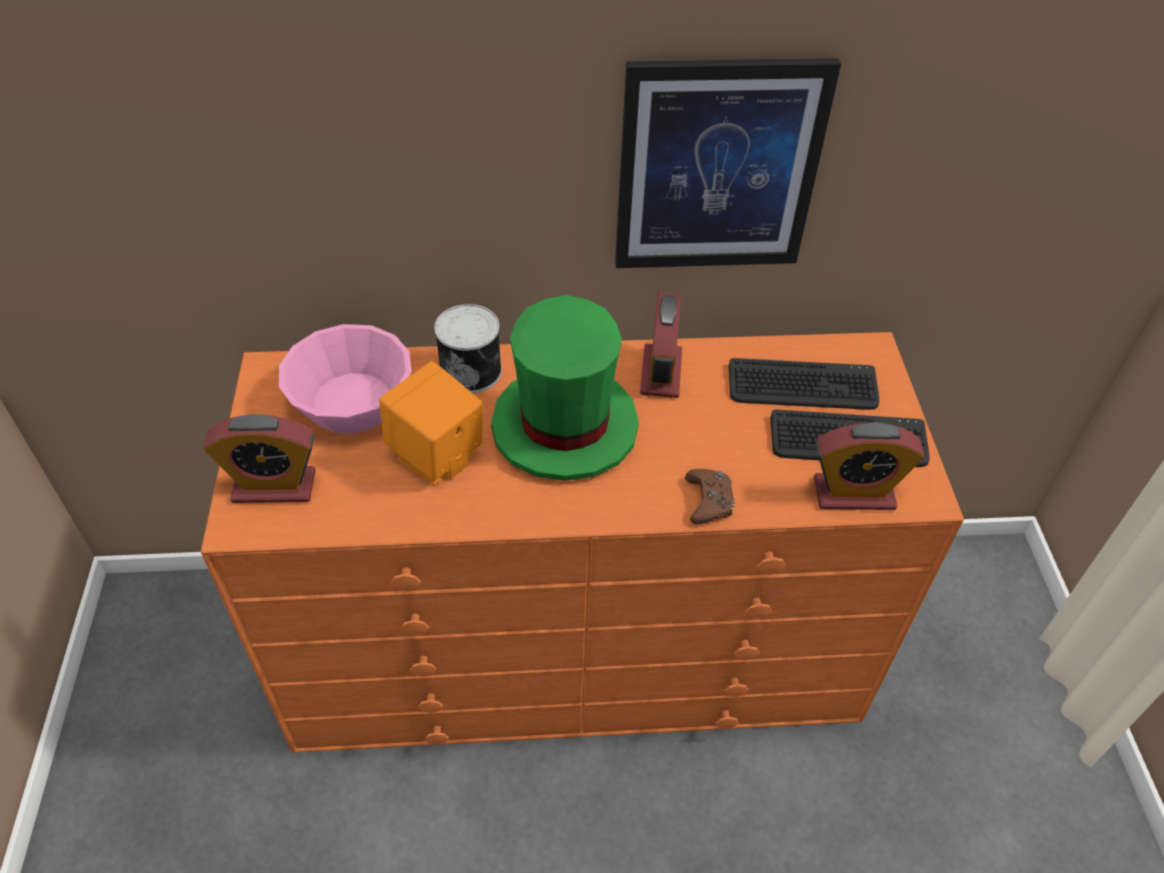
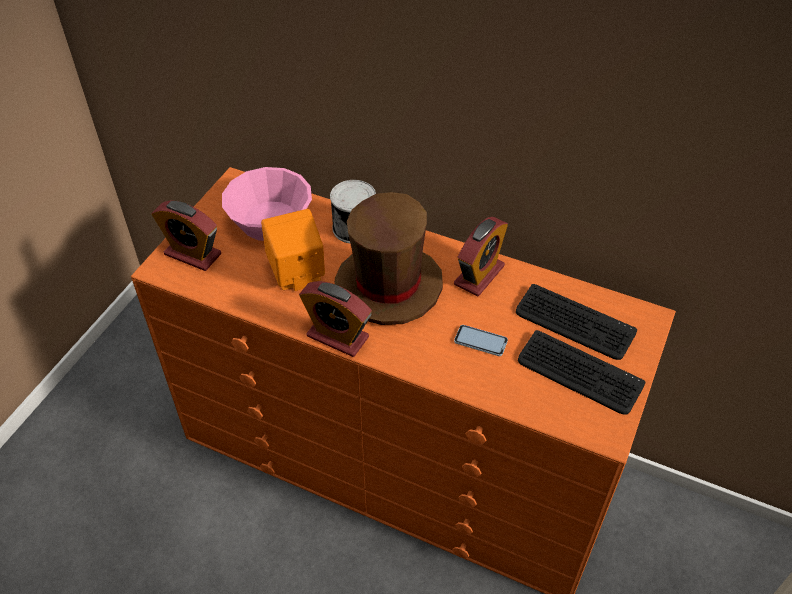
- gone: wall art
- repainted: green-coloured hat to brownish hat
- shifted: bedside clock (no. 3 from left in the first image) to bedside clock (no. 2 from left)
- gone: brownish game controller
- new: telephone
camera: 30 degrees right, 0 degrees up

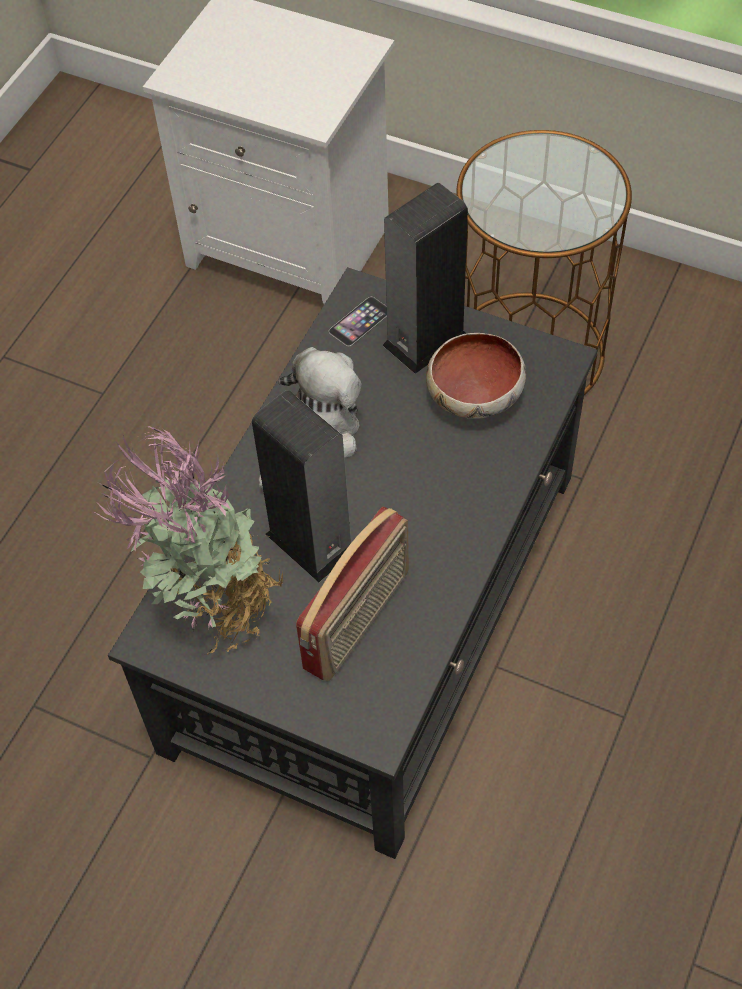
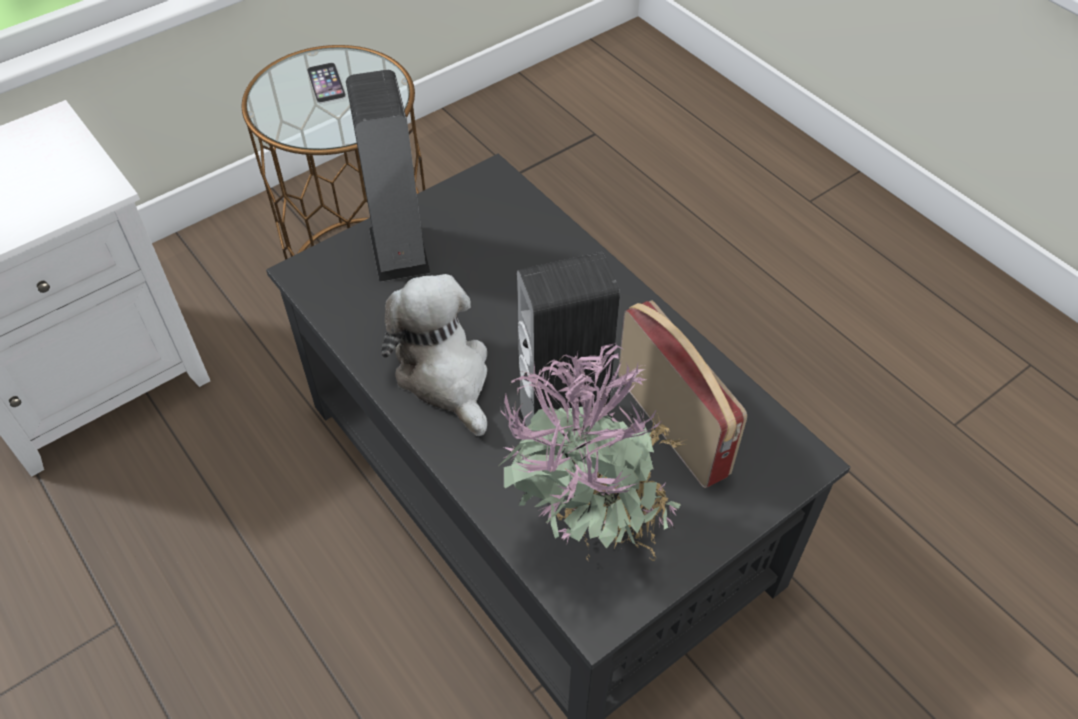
- shifted: telephone
- gone: bowl
camera: 65 degrees left, 5 degrees down

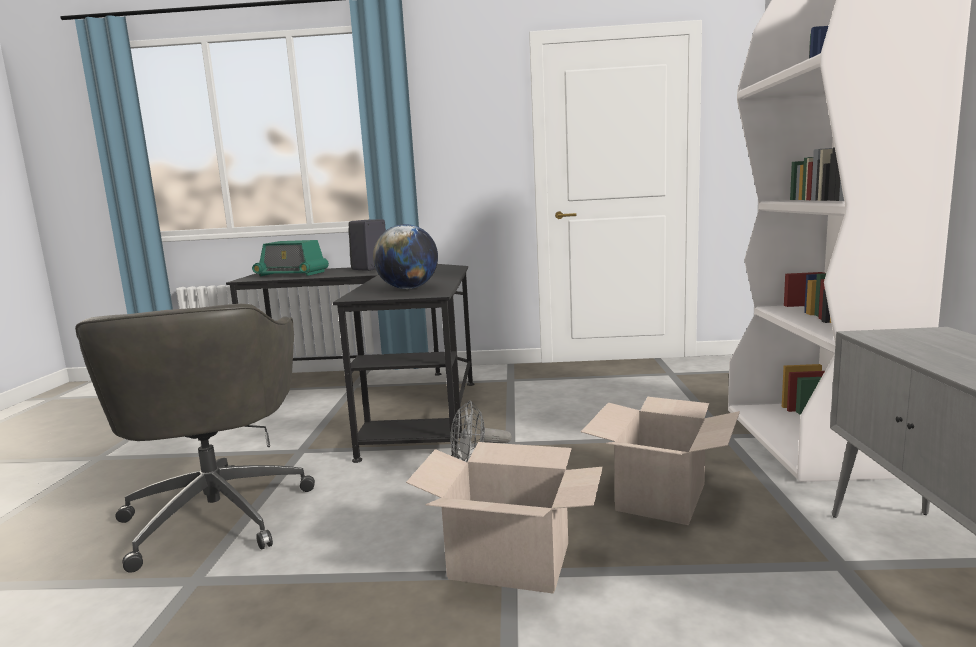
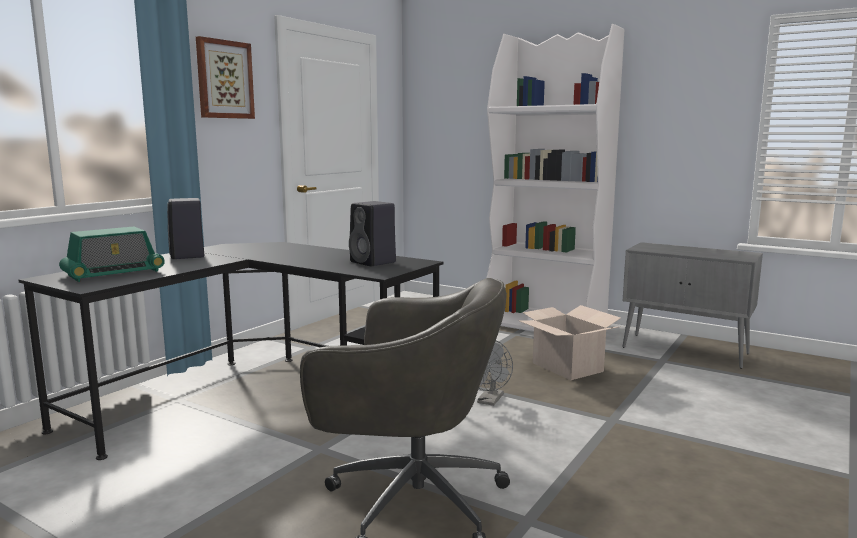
- swapped: desk globe to black loudspeaker (no. 2 from left)
- gone: packing box (no. 1 from left)
- new: wall art
camera: 60 degrees left, 0 degrees up

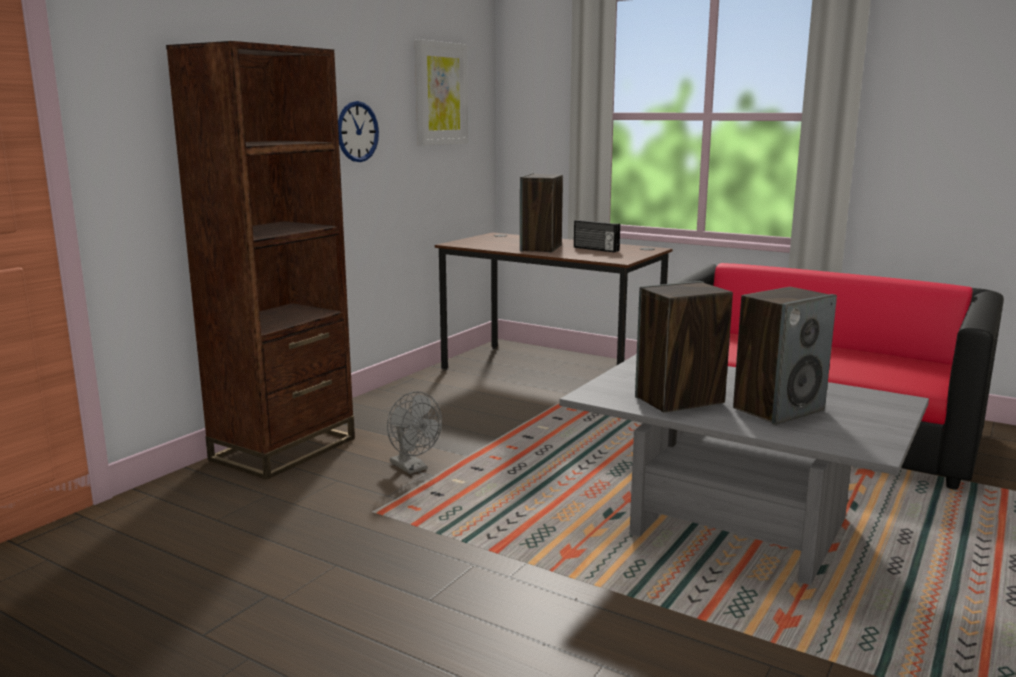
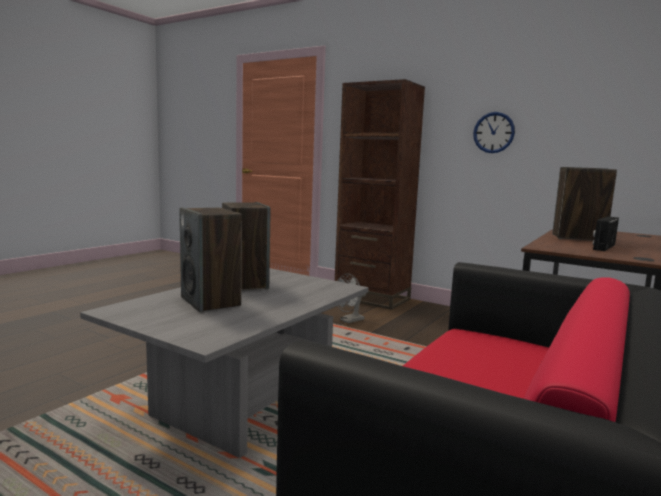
- gone: wall art
camera: 90 degrees right, 5 degrees down

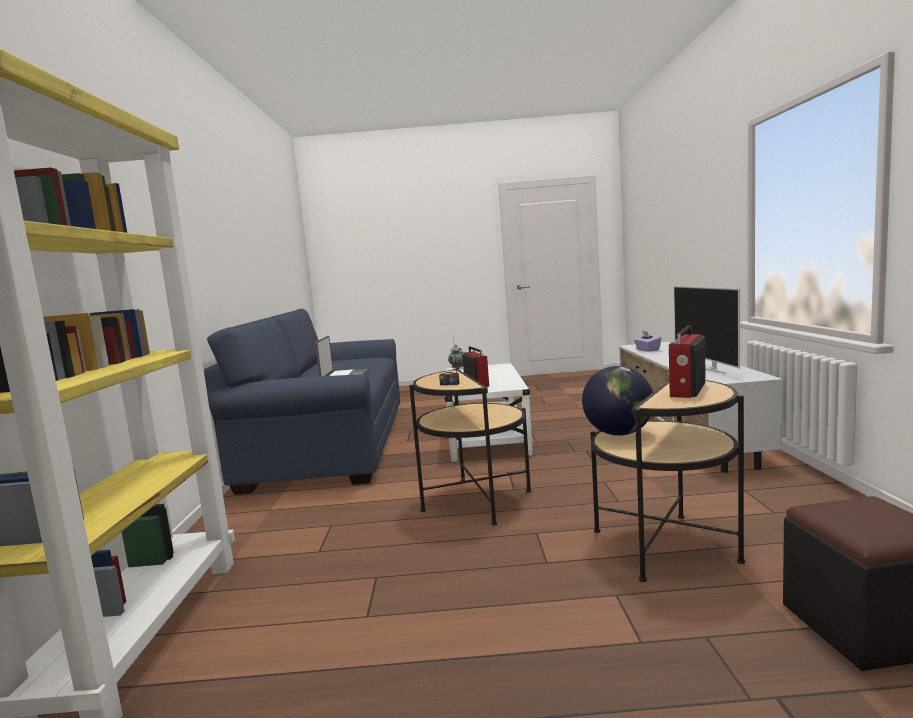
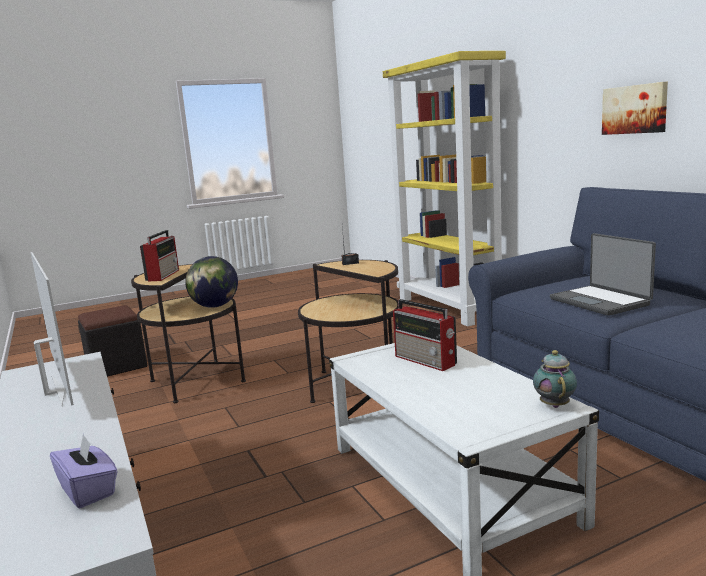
- new: wall art
camera: 155 degrees right, 5 degrees up

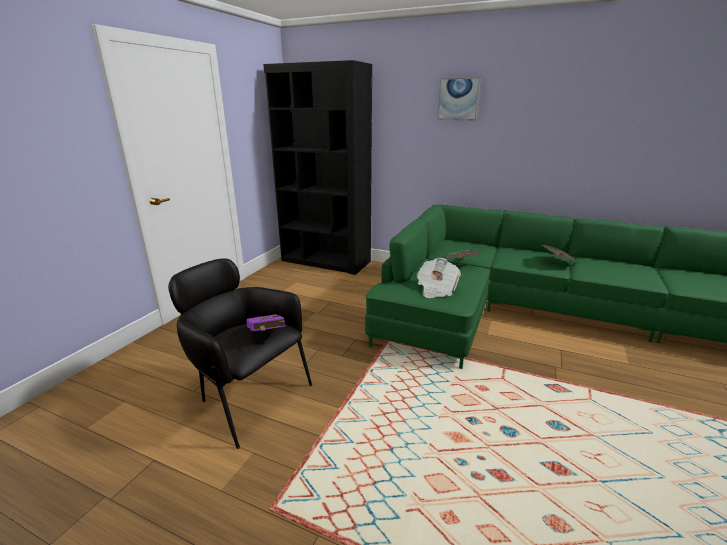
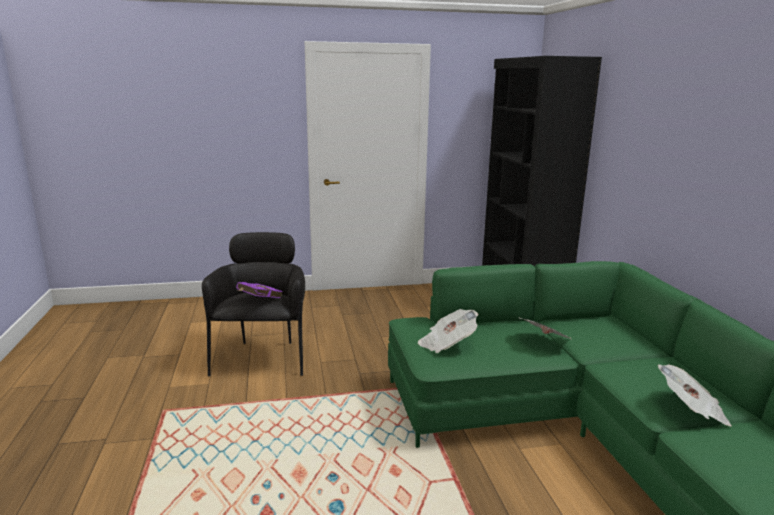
- gone: wall art
camera: 55 degrees right, 5 degrees down

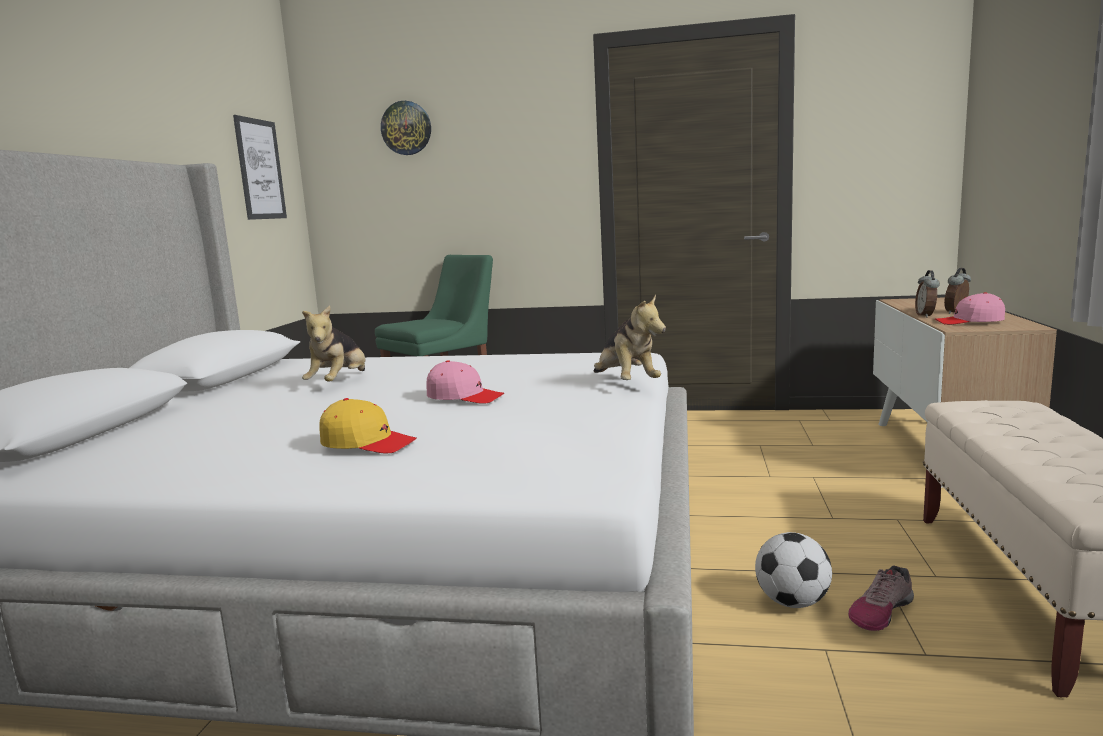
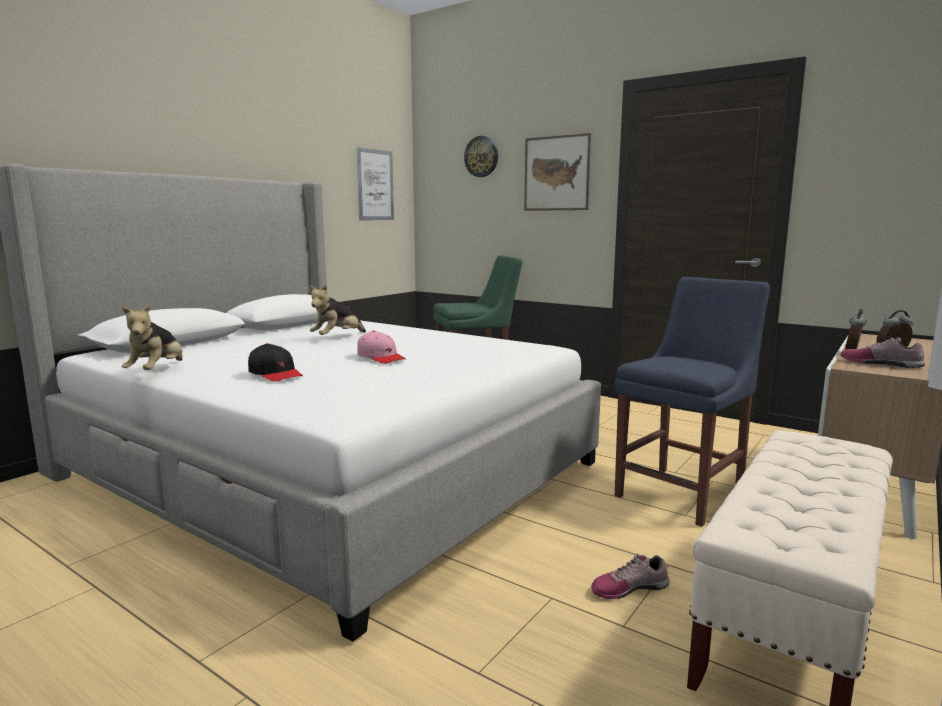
- swapped: pinkish cap (no. 2 from left) to shoe (no. 2 from left)
- shifted: plush toy (no. 2 from left in the first image) to plush toy (no. 1 from left)
- repainted: yellow cap to black cap
- gone: football ball
- new: wall art (no. 2 from left)
- new: bluish upright chair
camera: 25 degrees right, 0 degrees up

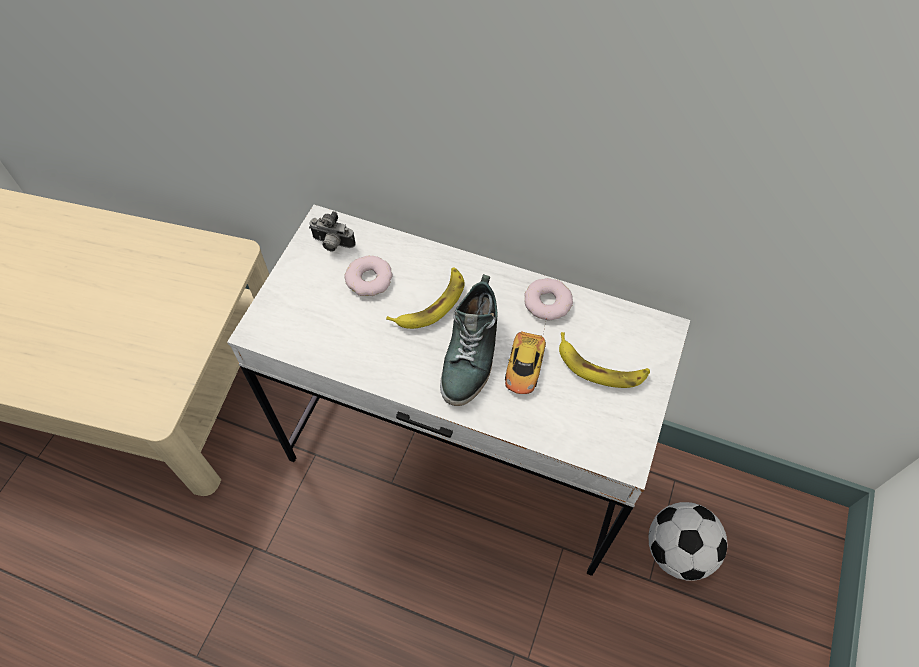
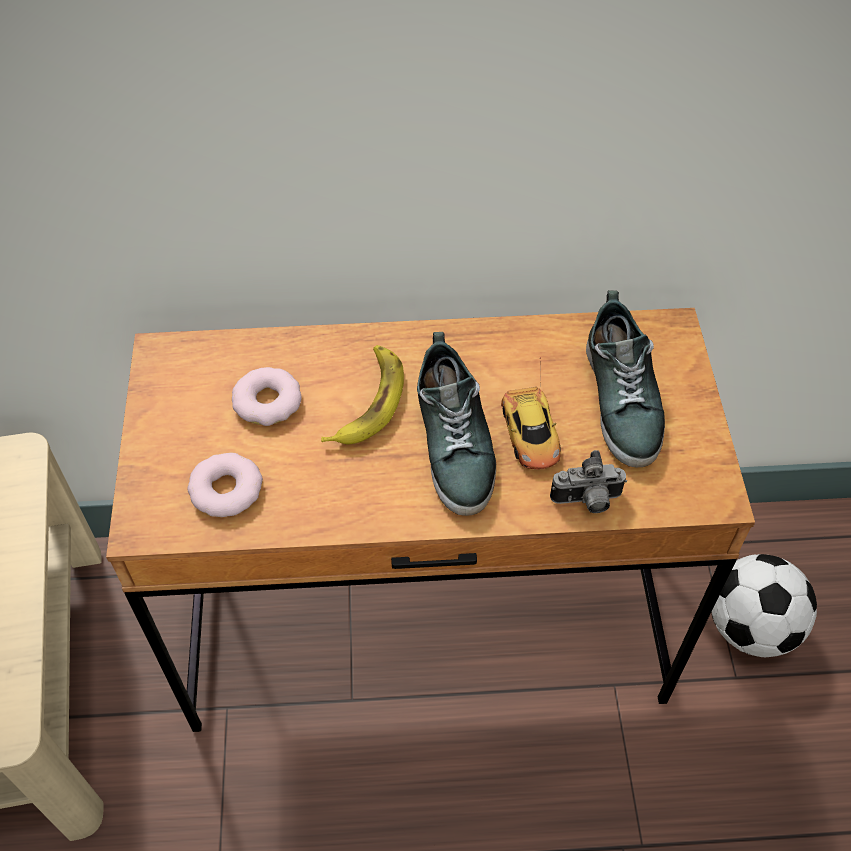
- repainted: white-coloured desk to brownish desk
- shifted: photo camera
- shifted: donut (no. 2 from left in the first image) to donut (no. 1 from left)
- swapped: banana fruit (no. 2 from left) to shoe (no. 2 from left)
camera: 25 degrees left, 5 degrees down

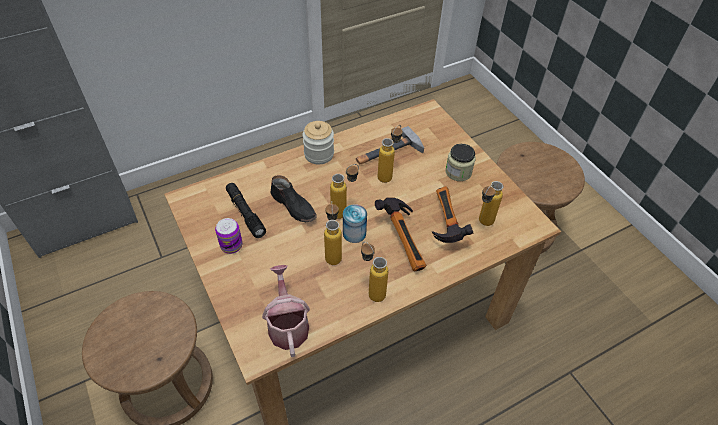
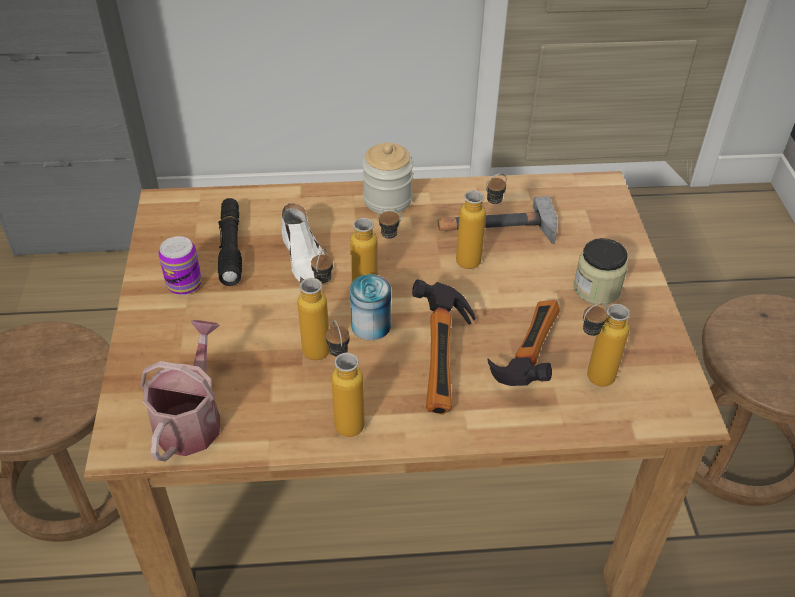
- repainted: black shoe to white-coloured shoe
camera: 25 degrees right, 5 degrees down

